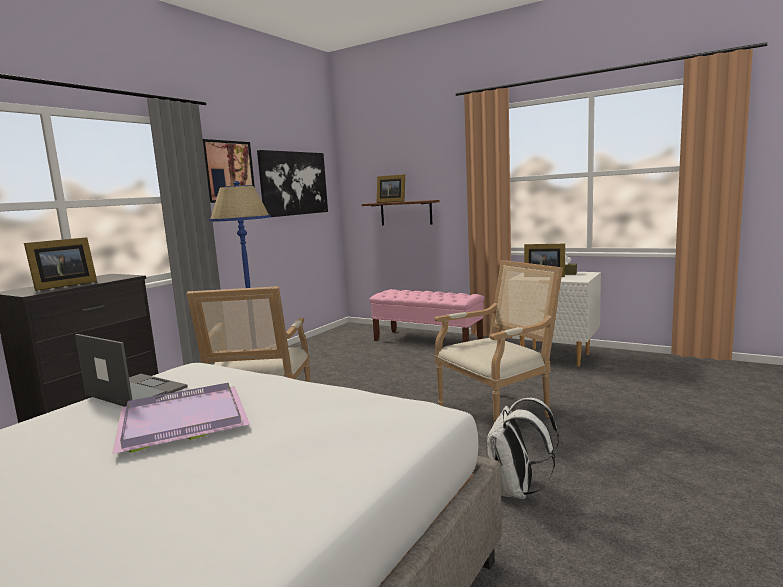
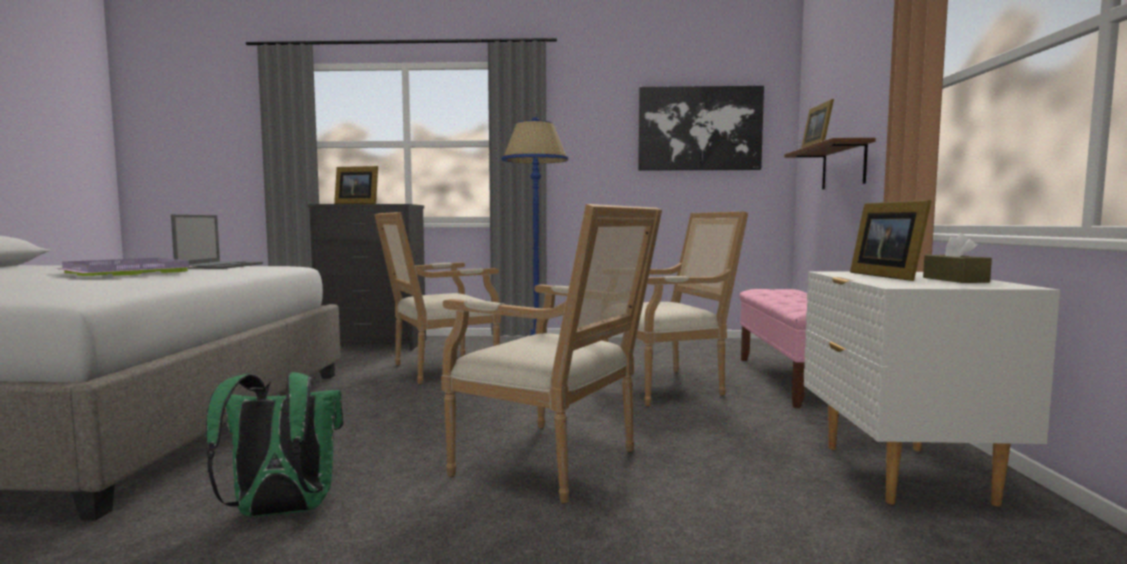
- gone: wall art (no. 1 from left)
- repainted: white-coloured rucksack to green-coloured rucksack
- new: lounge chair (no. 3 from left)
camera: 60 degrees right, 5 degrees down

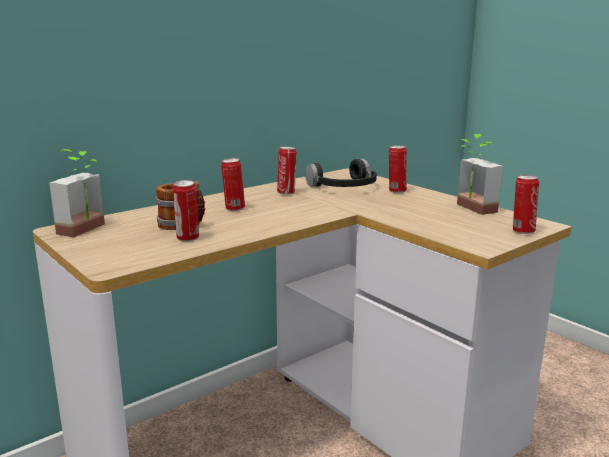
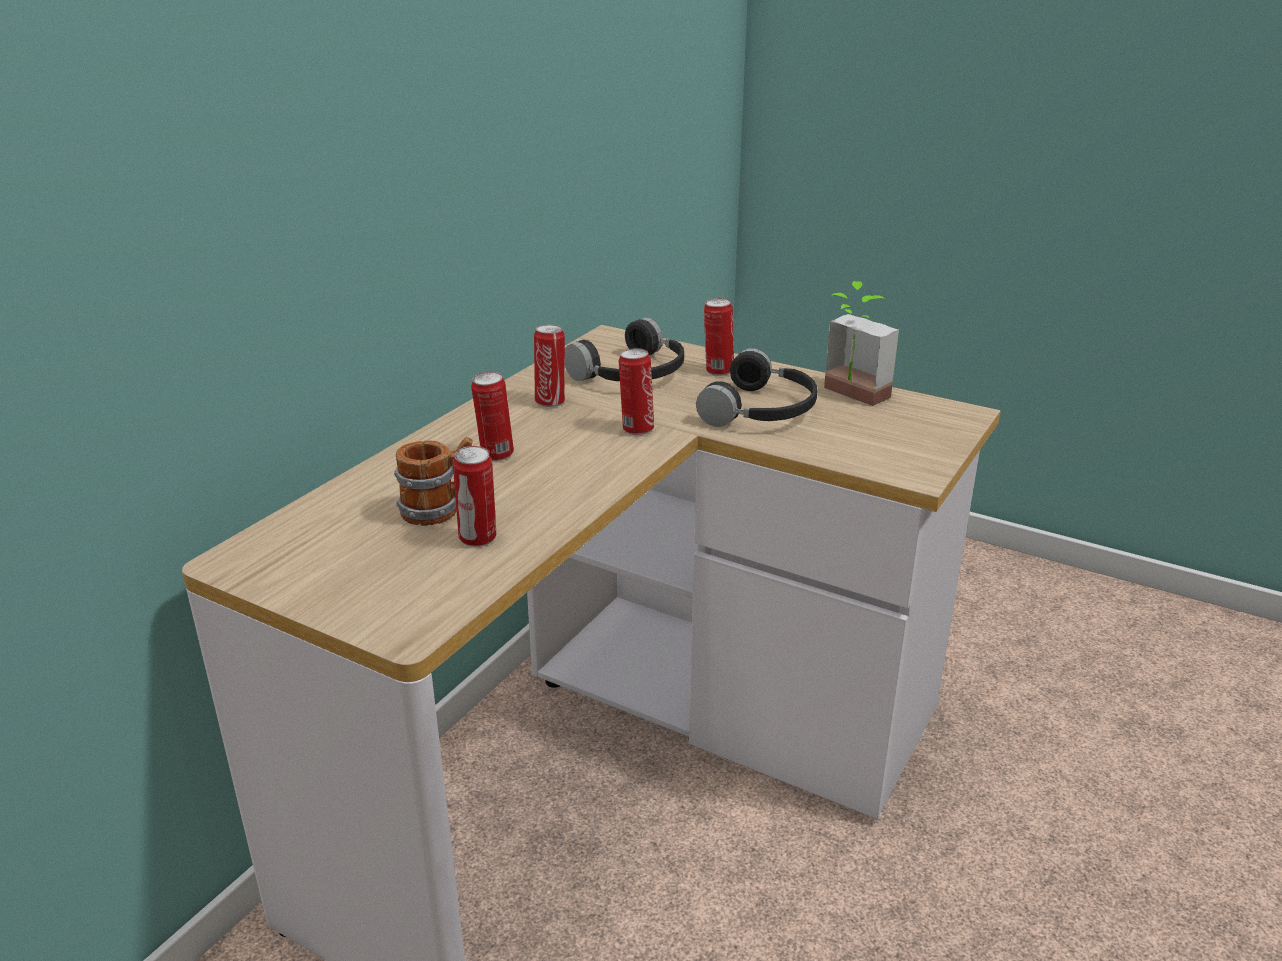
- gone: potted plant (no. 1 from left)
- shifted: can (no. 5 from left in the first image) to can (no. 4 from left)
- new: black pair of headphones (no. 2 from left)
camera: 20 degrees left, 10 degrees up

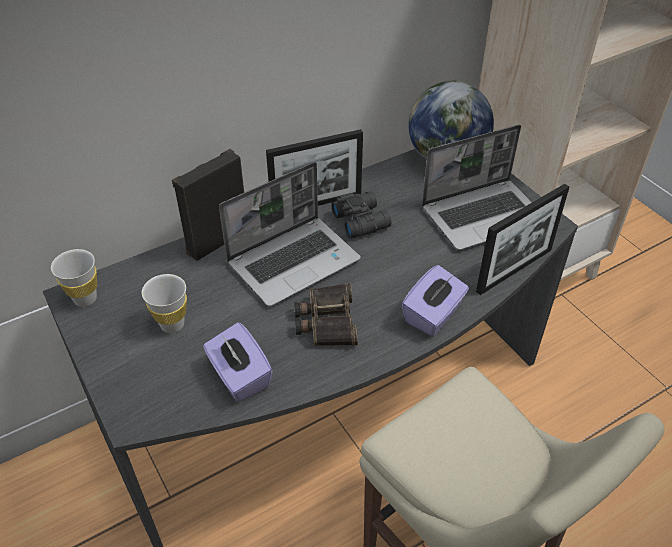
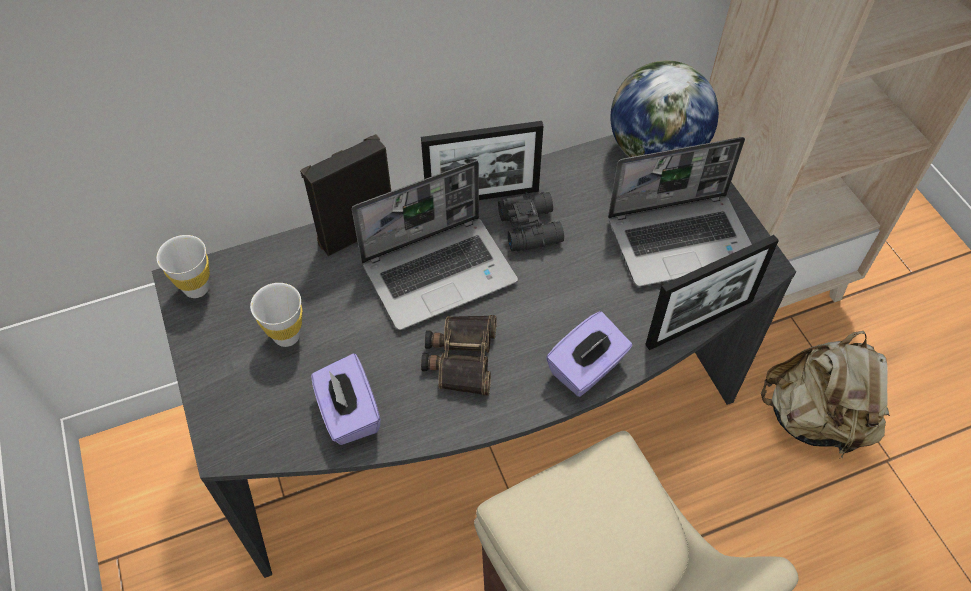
- new: beige rucksack
camera: 10 degrees right, 10 degrees up

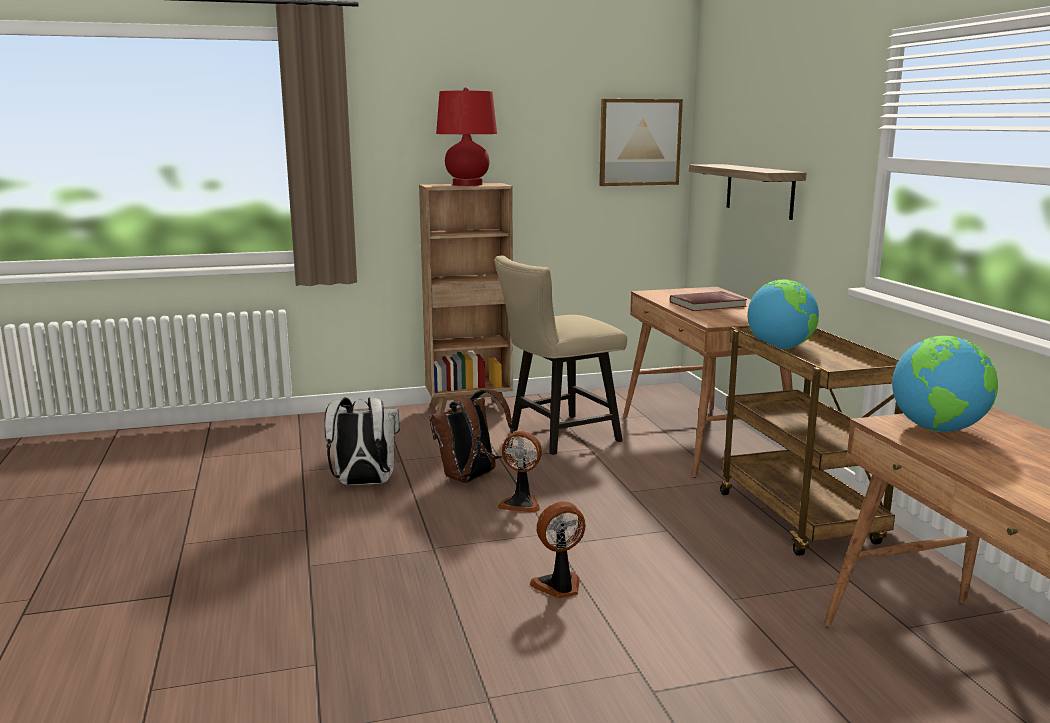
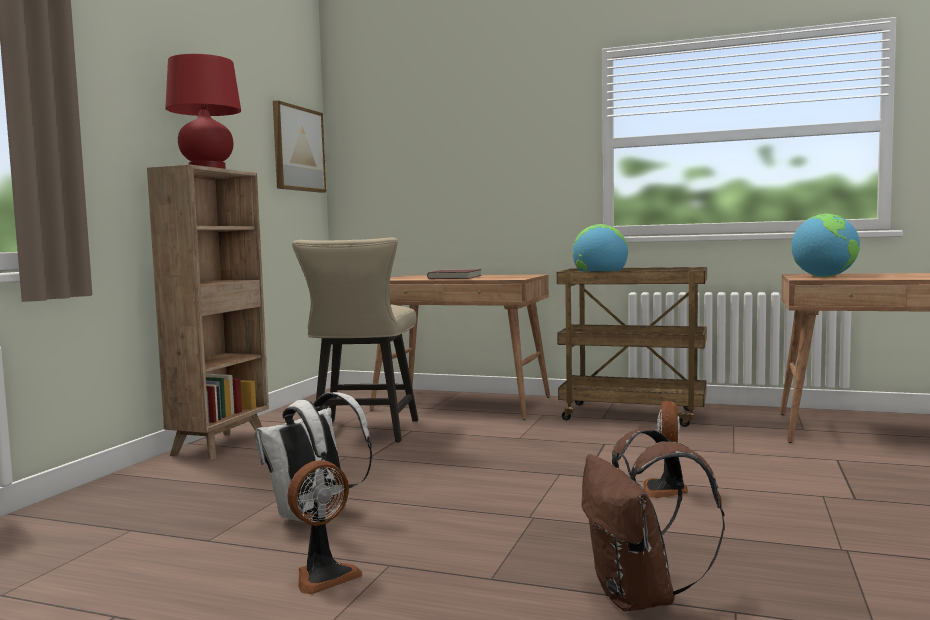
- gone: wall shelf
- shifted: brownish rucksack
- shifted: fan (no. 1 from left)
camera: 55 degrees left, 10 degrees down

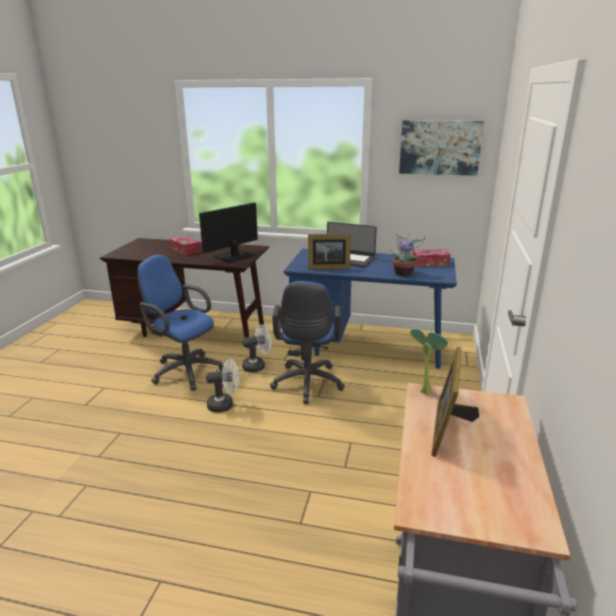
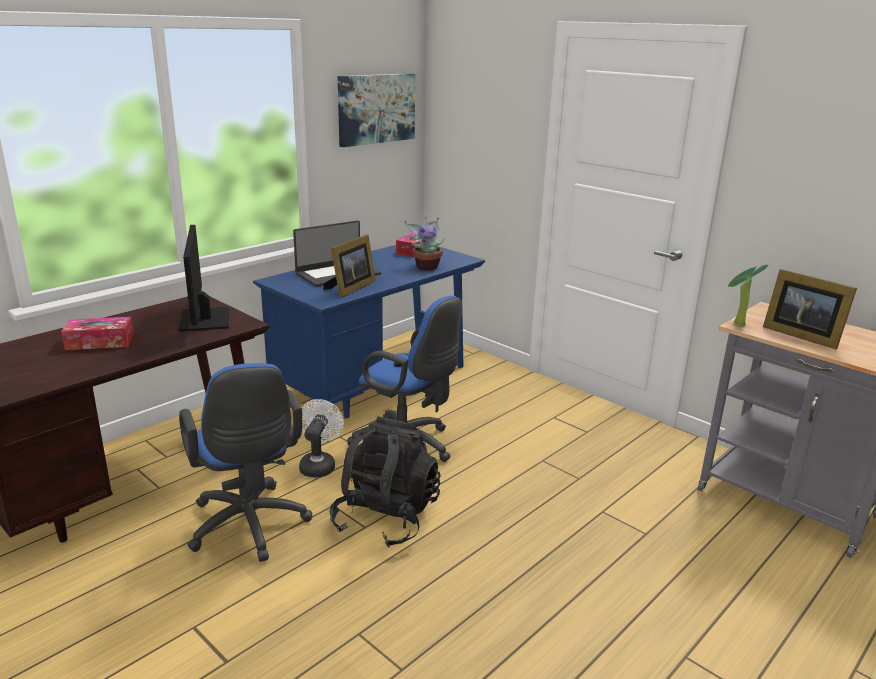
- rotated: bluish office chair (no. 1 from left) 90 degrees counterclockwise
- swapped: white-coloured fan (no. 1 from left) to black rucksack
camera: 60 degrees left, 0 degrees up

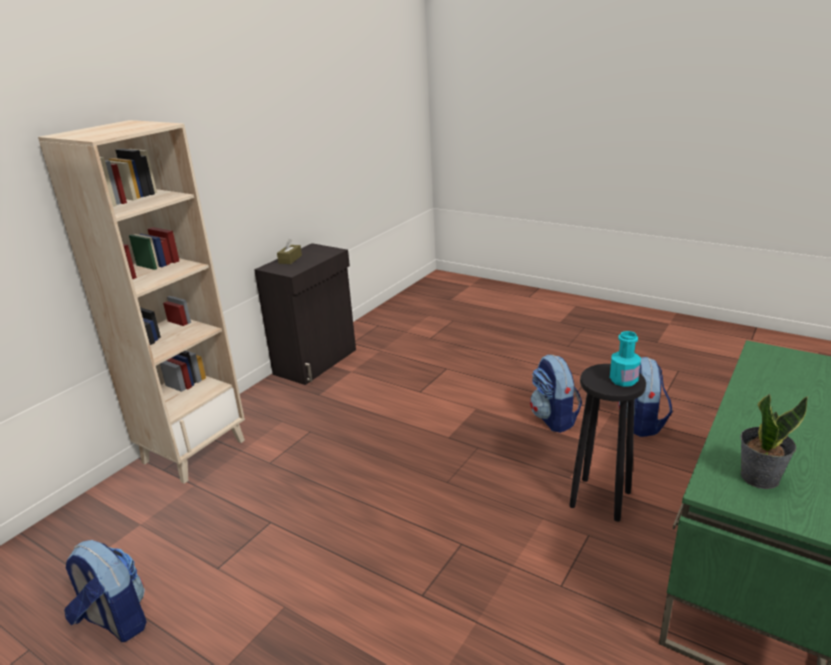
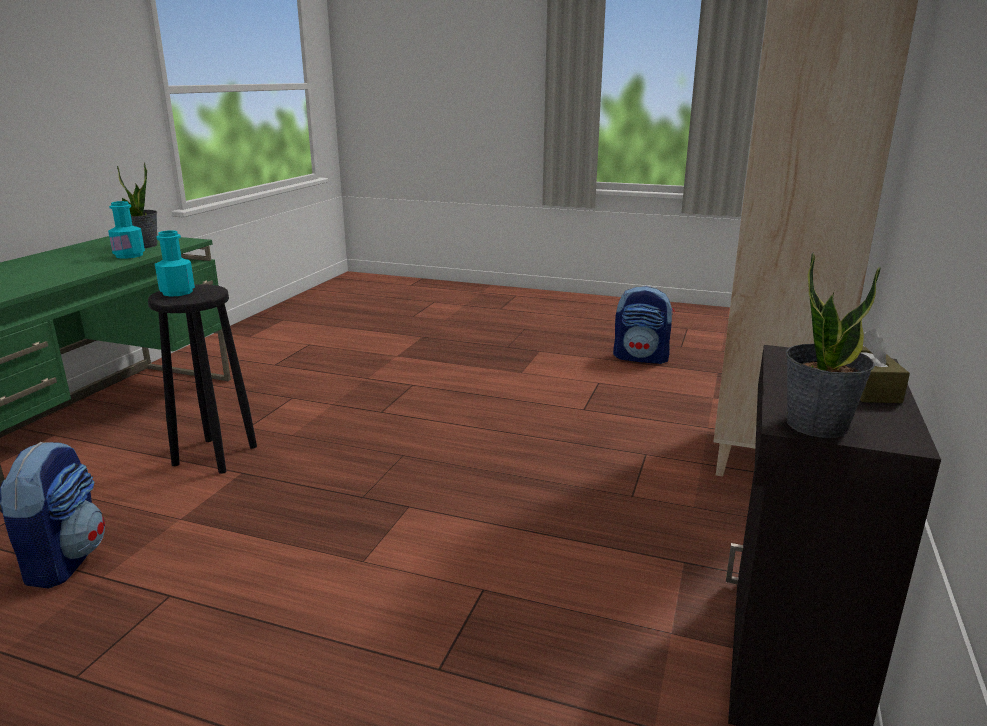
- gone: rucksack (no. 2 from left)
- new: blue-green beverage bottle (no. 1 from left)
- new: potted plant (no. 2 from left)
camera: 165 degrees right, 5 degrees down

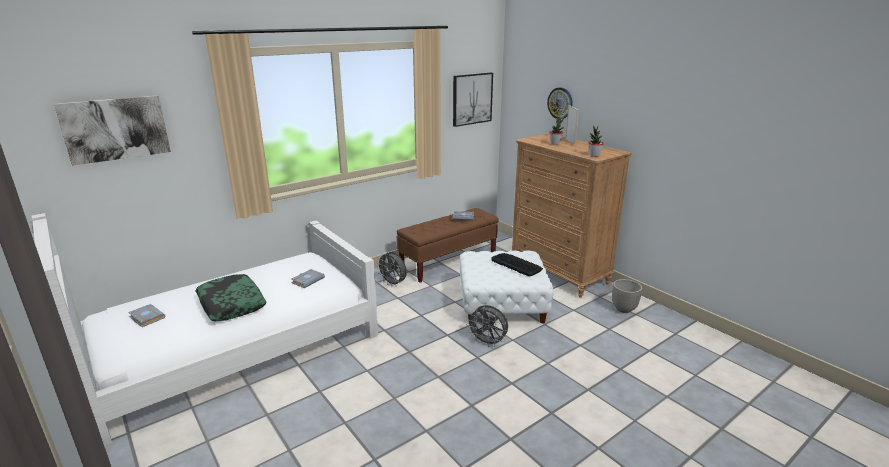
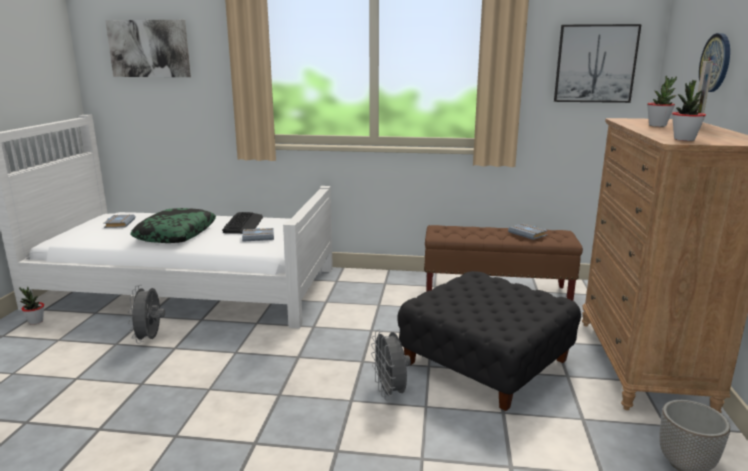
- repainted: white-coloured pouffe to black pouffe
- shifted: grey fan (no. 1 from left)
- shifted: PC keyboard
- new: potted plant (no. 1 from left)
camera: 45 degrees right, 5 degrees down

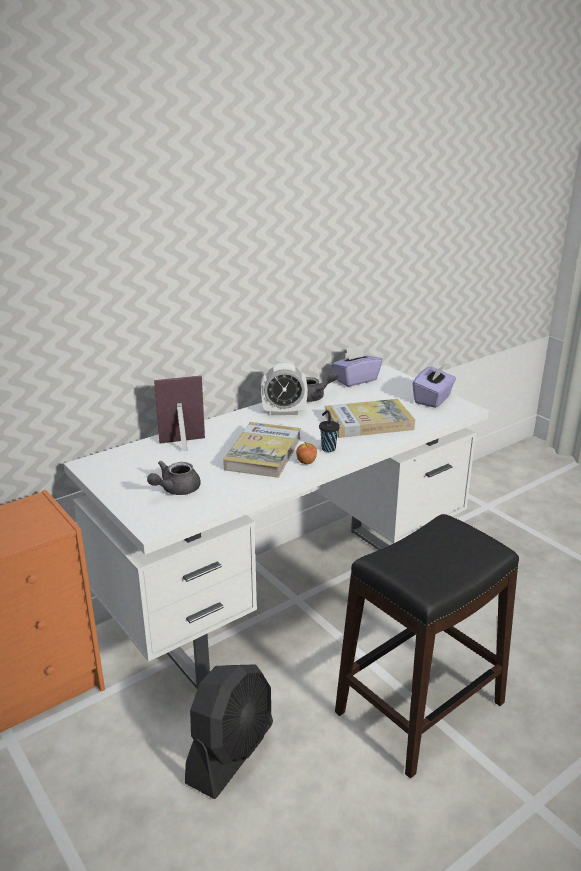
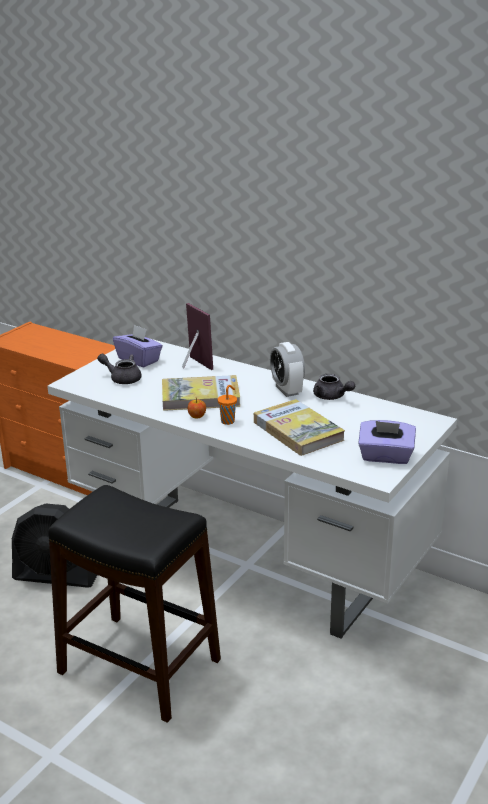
- shifted: purple-coloured box of tissues (no. 1 from left)
- repainted: black drinking cup to orange drinking cup
camera: 70 degrees right, 0 degrees up

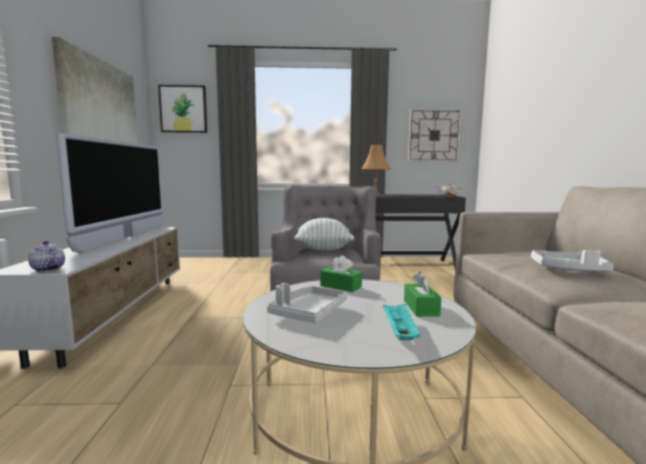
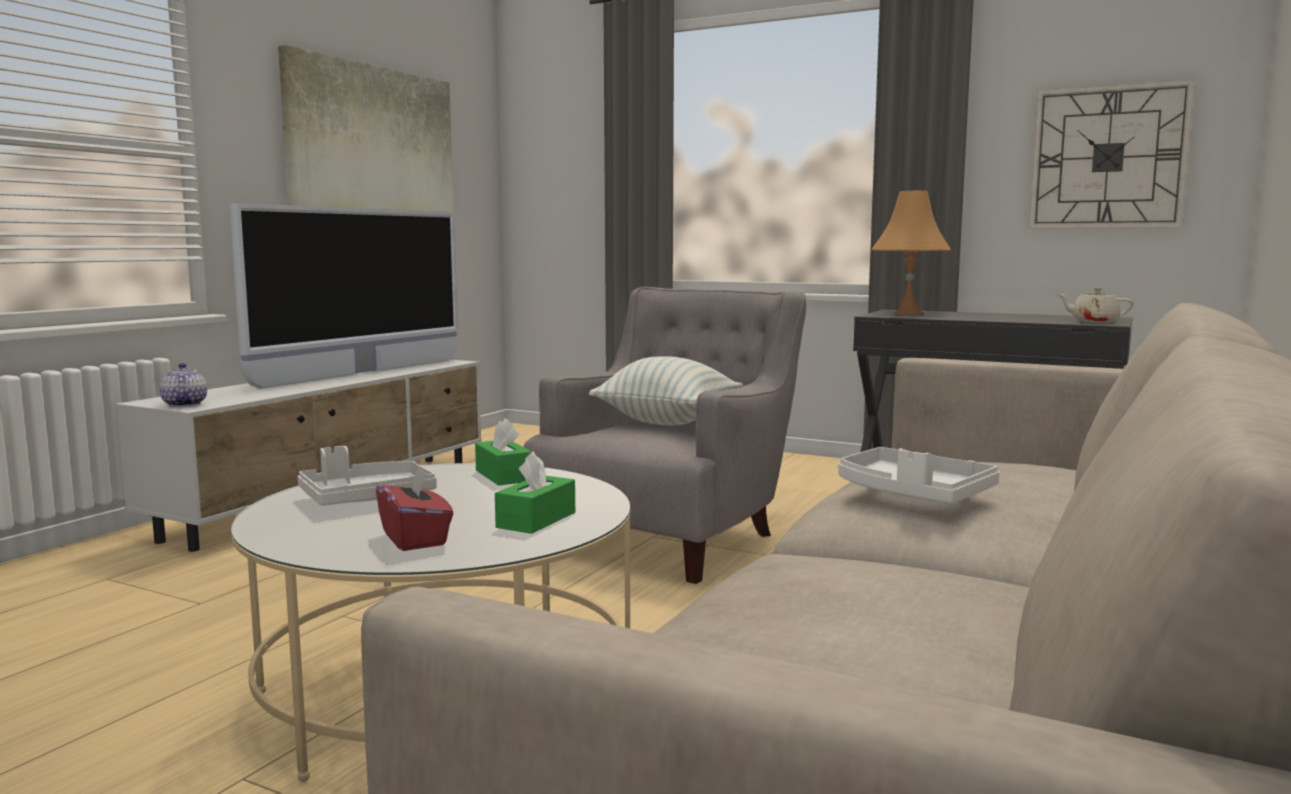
- gone: wall art (no. 2 from left)
- swapped: blue-green tray to red-coloured box of tissues
camera: 30 degrees right, 0 degrees up

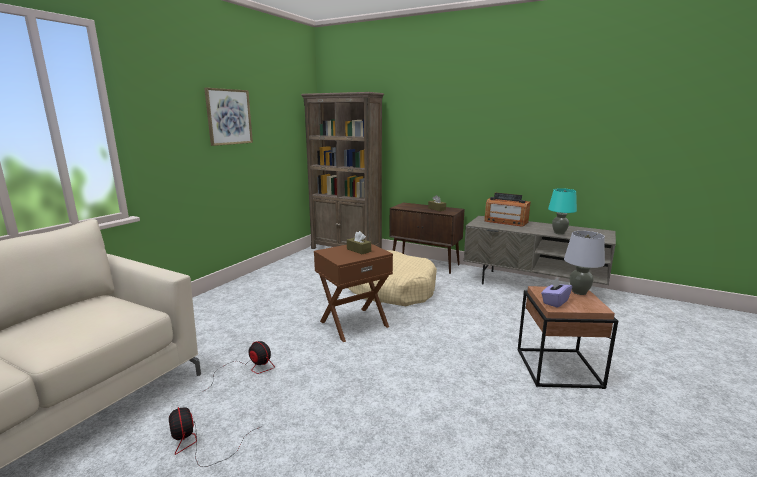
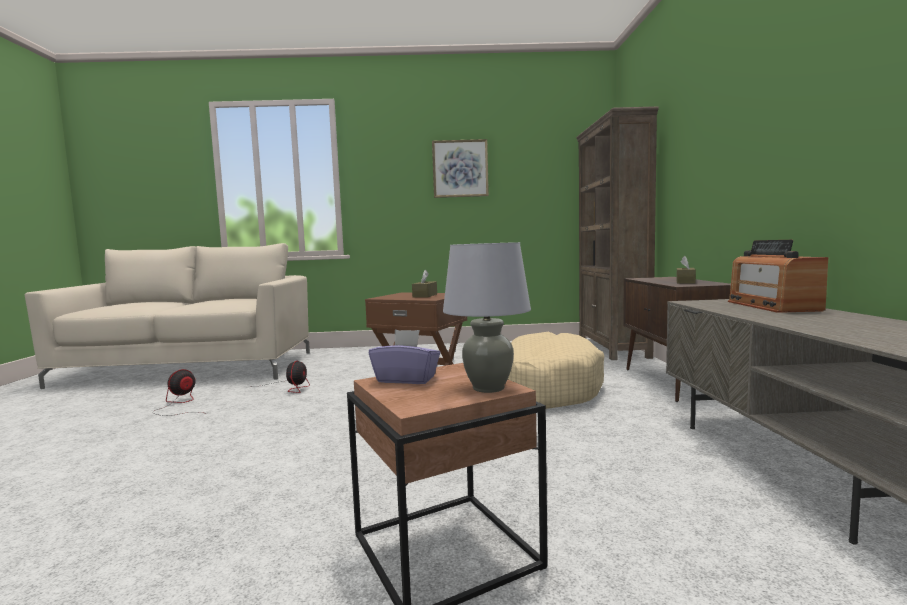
- gone: blue-green table lamp
camera: 60 degrees right, 10 degrees down

